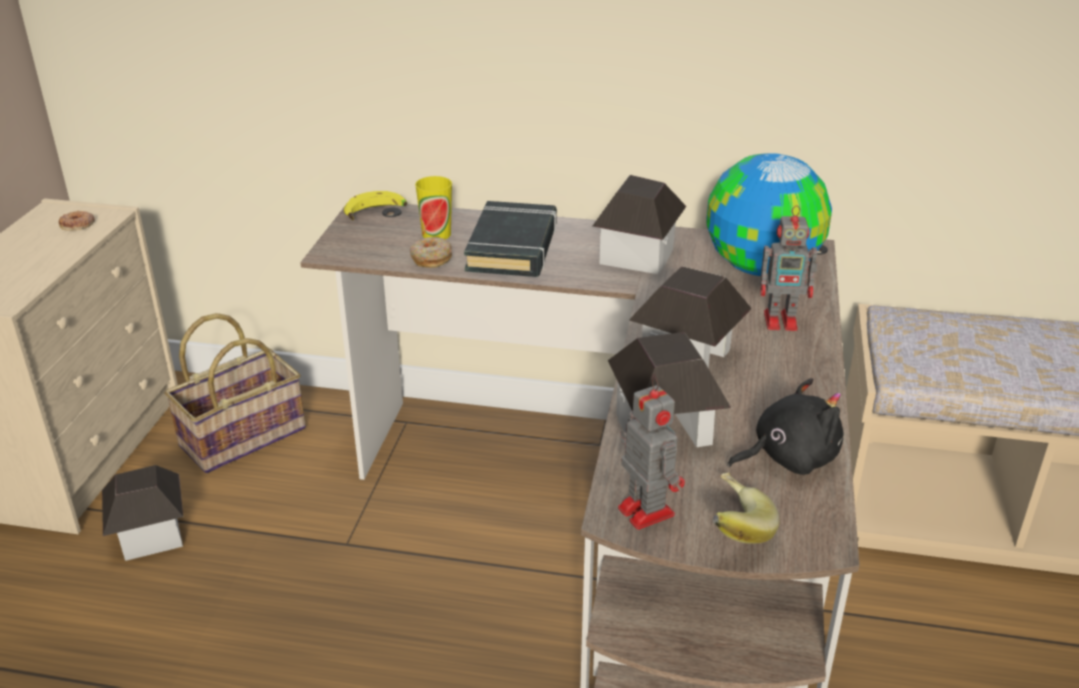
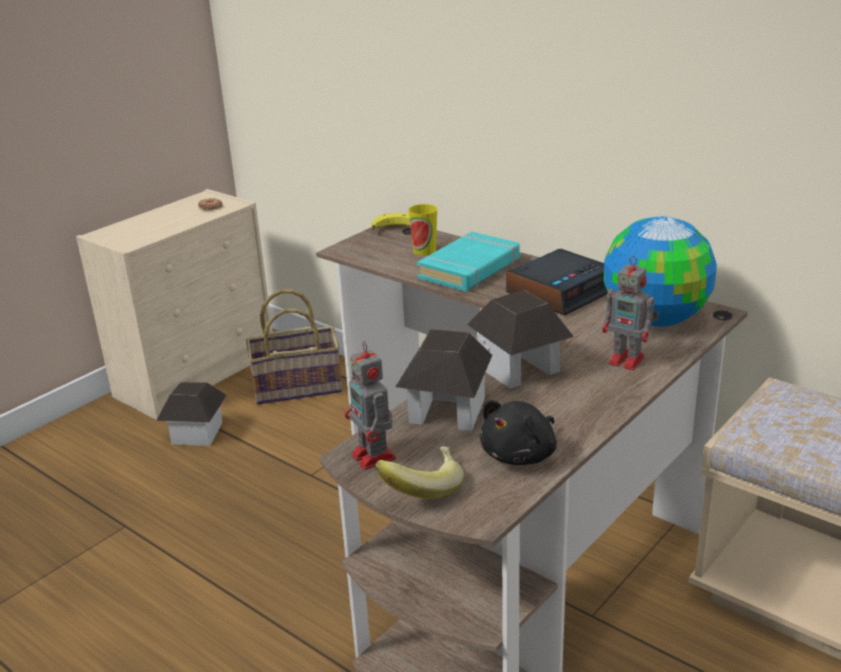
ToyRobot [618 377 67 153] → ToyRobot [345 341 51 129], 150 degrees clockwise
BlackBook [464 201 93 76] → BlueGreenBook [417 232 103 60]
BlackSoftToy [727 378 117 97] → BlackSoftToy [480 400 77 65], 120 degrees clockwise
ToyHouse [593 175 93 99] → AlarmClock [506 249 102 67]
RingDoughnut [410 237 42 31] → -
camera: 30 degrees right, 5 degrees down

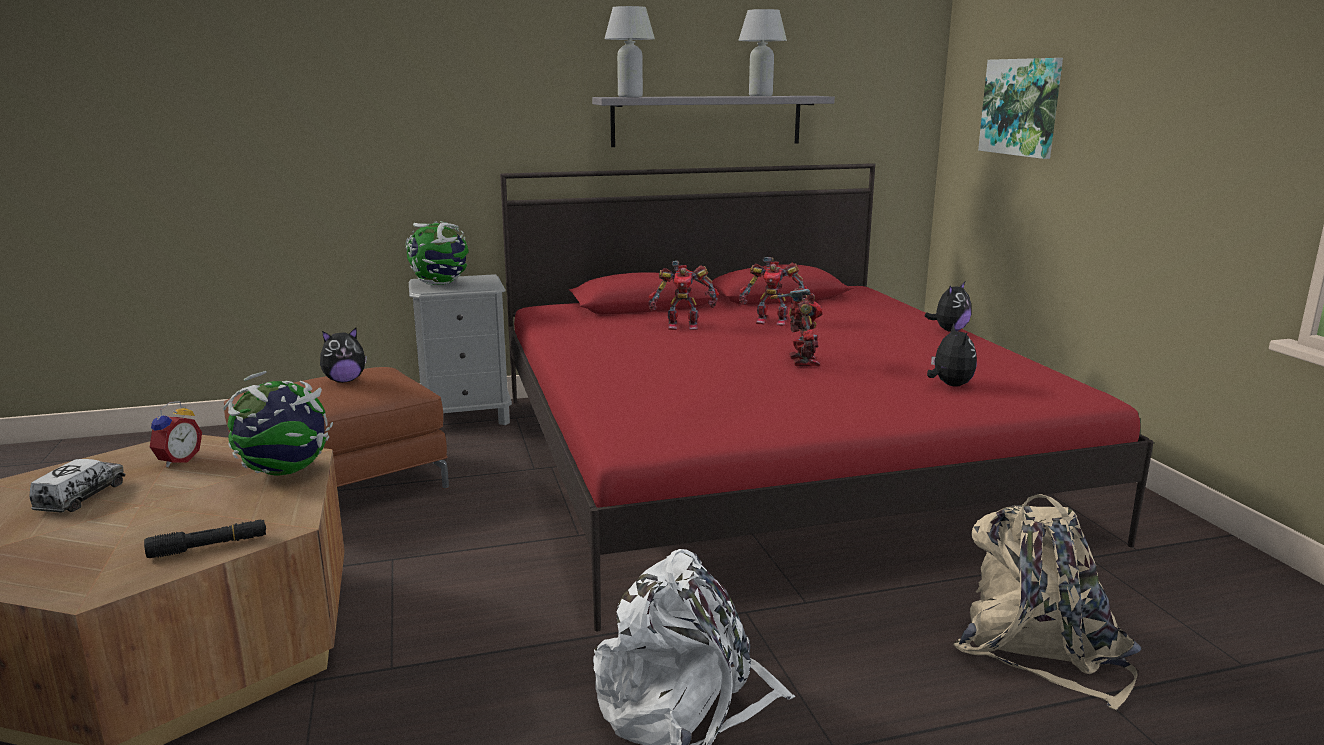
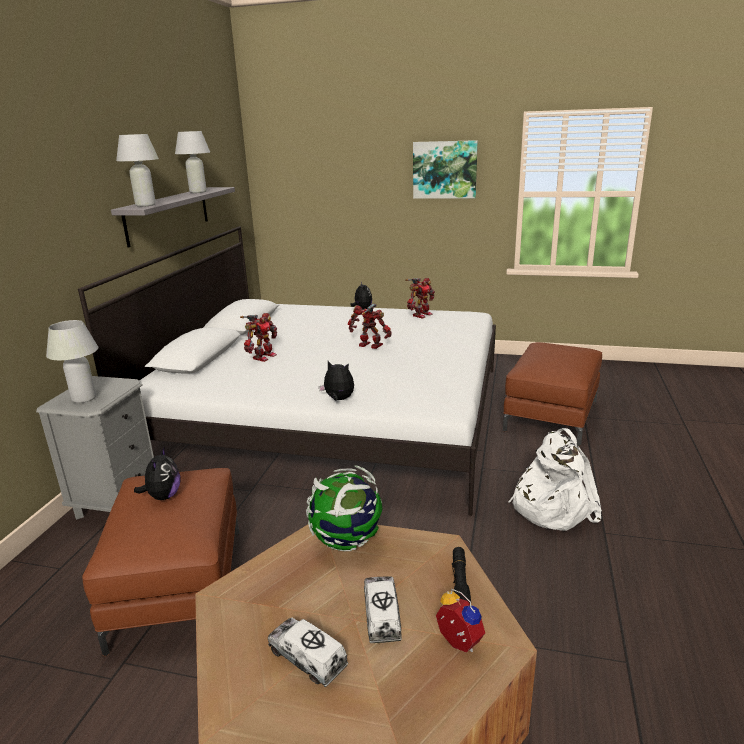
Globe [406 221 63 64] → WhitishTabletopLamp [46 320 52 83]
RedColouredSleepingBed [500 163 654 469] → WhitishSleepingBed [78 226 418 290]
SoftToy [927 323 50 64] → SoftToy [319 361 35 40], move
- → ModelTruck [364 577 38 66]
ToyRobot [739 257 69 69] → ToyRobot [406 278 29 41], move
WallPicture [978 58 85 101] → WallPicture [413 140 65 59], move
AlarmClock [150 401 52 66] → AlarmClock [436 588 49 65], move
SandColouredRucksack [953 494 188 216] → BrownishFootrest [503 342 99 104]
camera: 60 degrees left, 5 degrees up

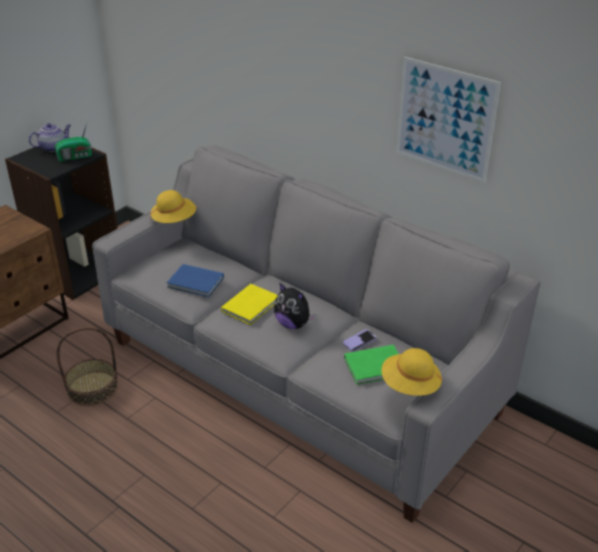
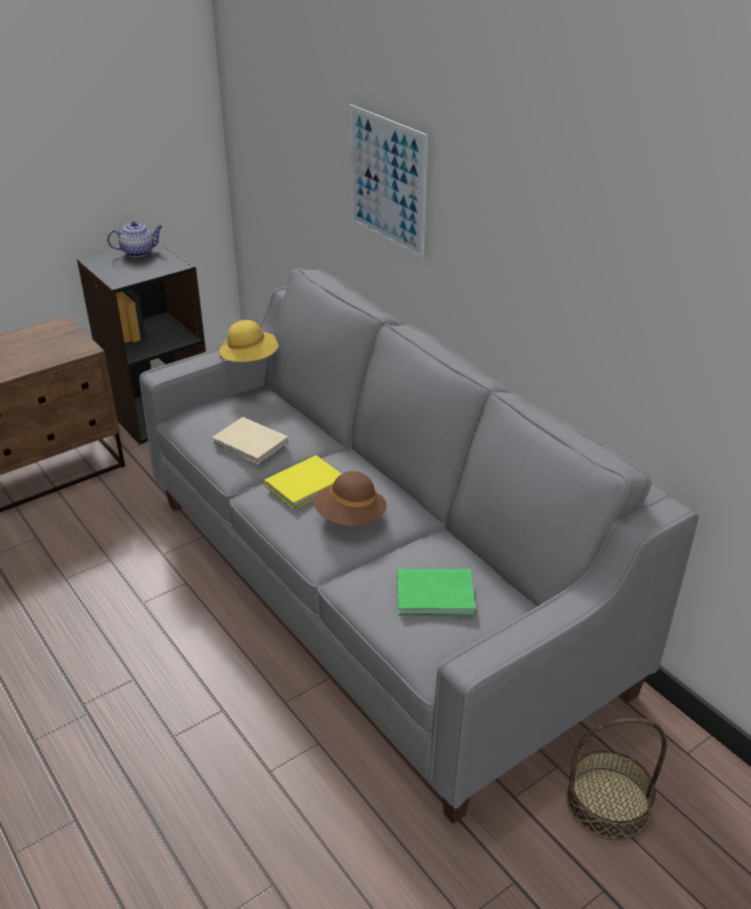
BluishBook [167 264 57 33] → SandColouredBook [212 417 76 48]
SoftToy [274 283 42 46] → BrownishClothingHat [313 471 74 55]
WallPicture [396 57 105 126] → WallPicture [349 104 79 156], move
HouseholdBasket [57 327 61 79] → HouseholdBasket [566 717 101 123], move
RadioSet [55 123 37 38] → -
Telephone [343 329 34 23] → -
YellowColouredClothingHat [381 348 61 48] → -
camera: 15 degrees right, 0 degrees up

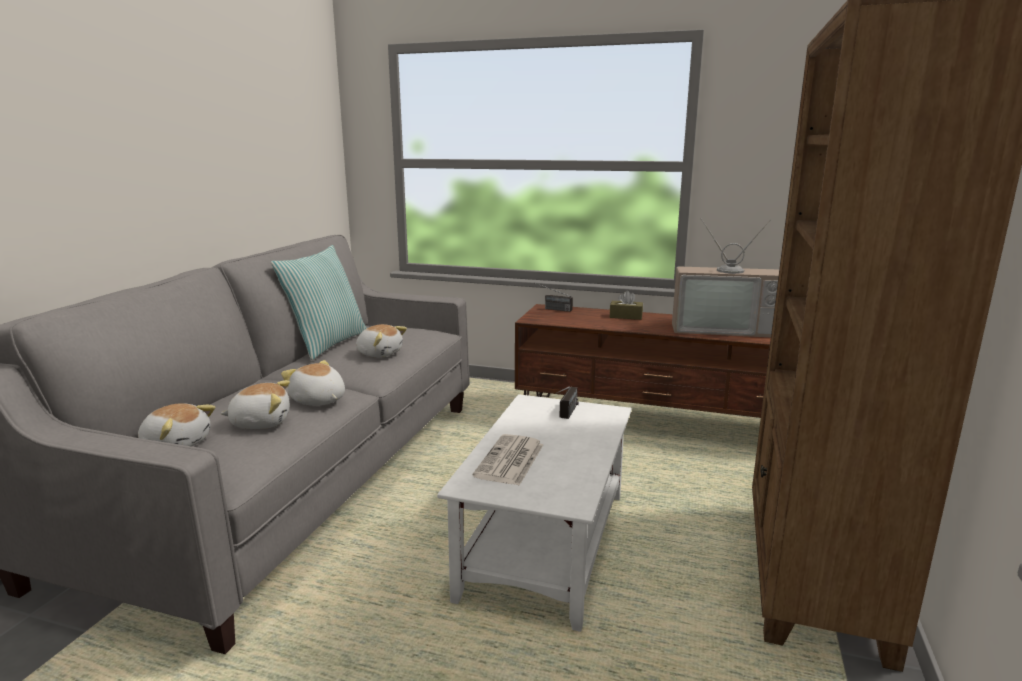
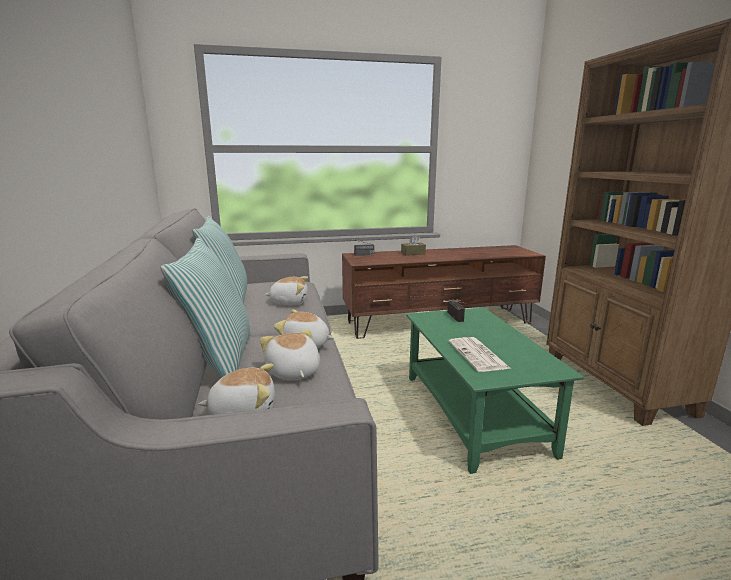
- → ThrowPillow [161 238 90 140]
SoftToy [220 380 70 49] → SoftToy [260 329 60 51], 75 degrees counterclockwise
WhitishCoffeeTable [437 394 195 238] → GreenColouredCoffeeTable [406 308 178 166]
Tv [672 218 107 119] → -
camera: 30 degrees left, 0 degrees up

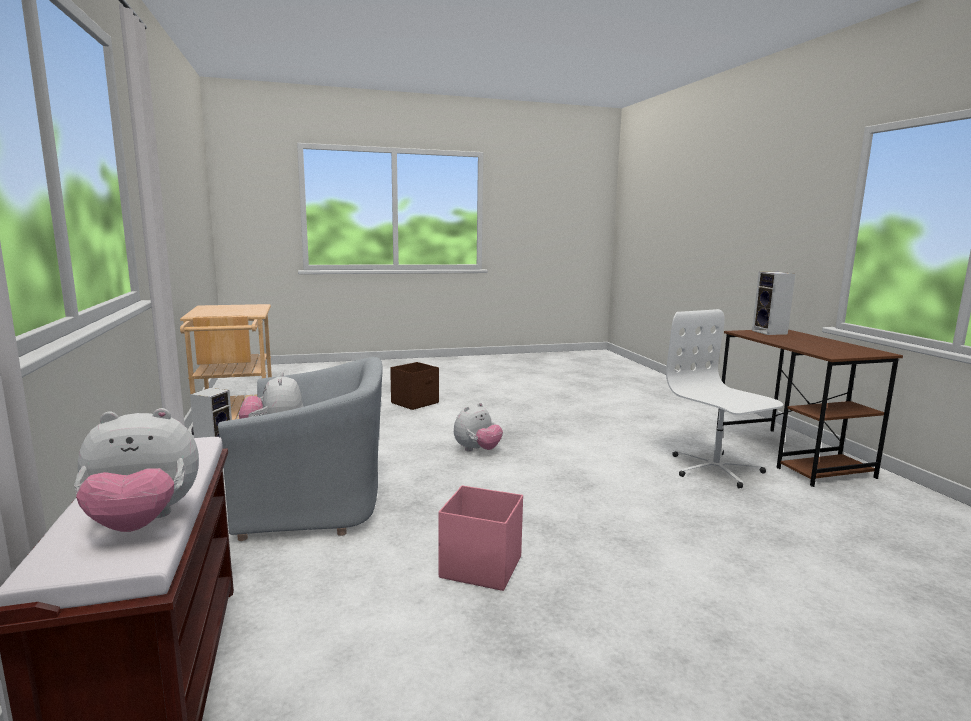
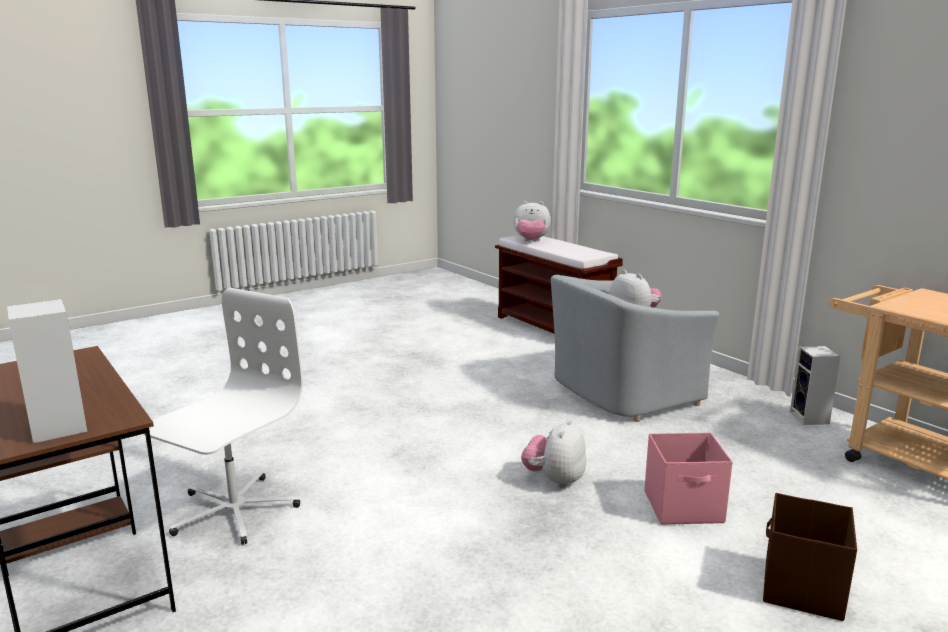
WhitishDeskChair [666 309 117 179] → WhitishDeskChair [144 288 159 257], 105 degrees counterclockwise
SoftToy [74 408 125 124] → SoftToy [513 201 38 40], 135 degrees counterclockwise
PinkColouredStorageBin [439 485 84 106] → PinkColouredStorageBin [645 432 88 93], move
camera: 160 degrees right, 5 degrees up

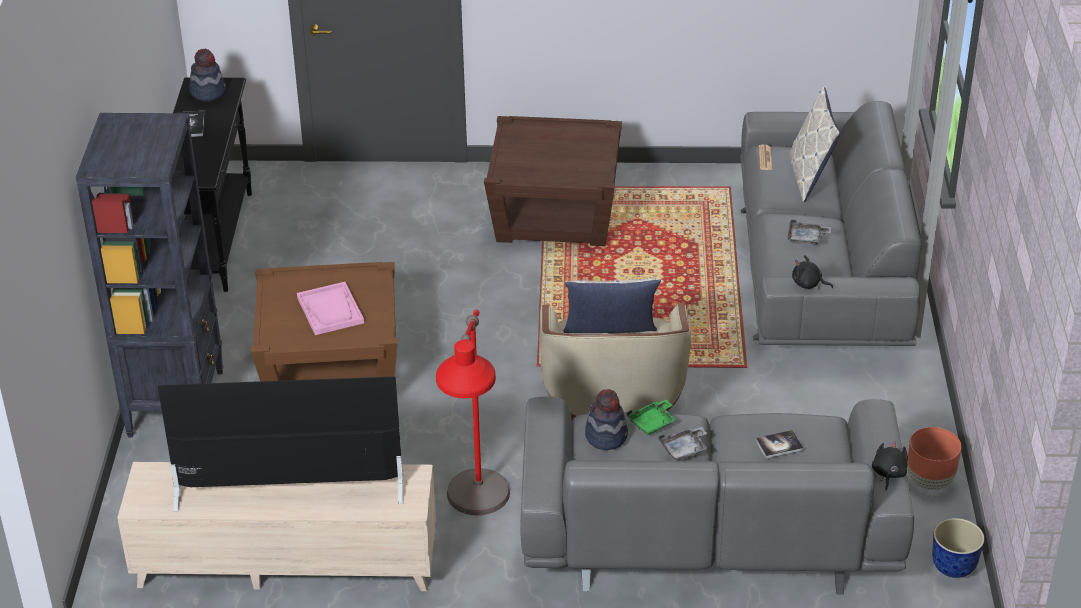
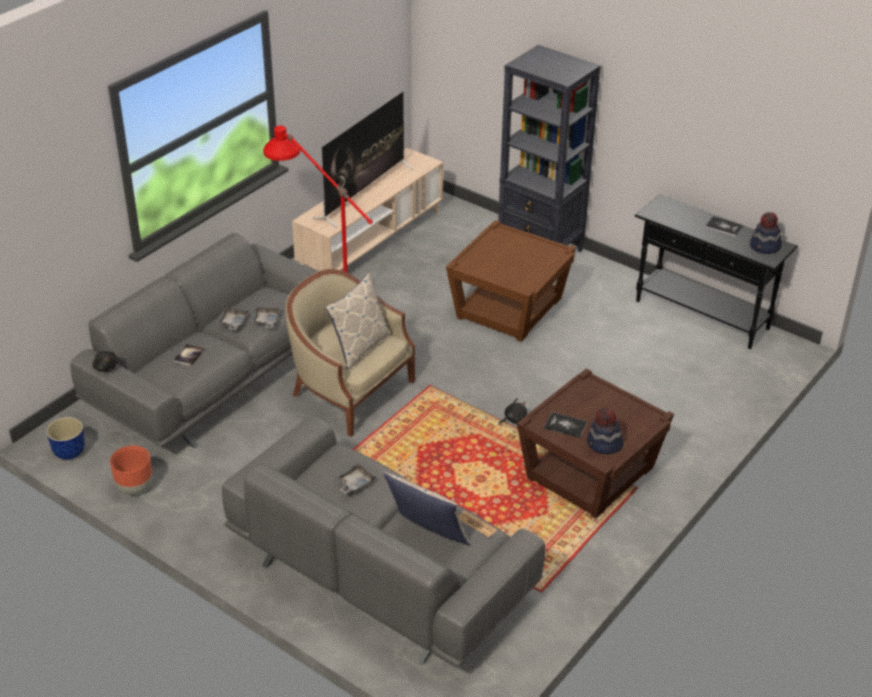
GreenColouredTray [627 399 50 36] → GrayTray [252 307 27 21]
BlackSoftToy [792 255 41 35] → BlackSoftToy [498 398 29 27], move
- → Book [544 412 43 26]
ClothingHat [585 389 43 61] → ClothingHat [587 408 36 46], move
PinkColouredTray [297 282 67 53] → -
camera: 125 degrees right, 0 degrees up

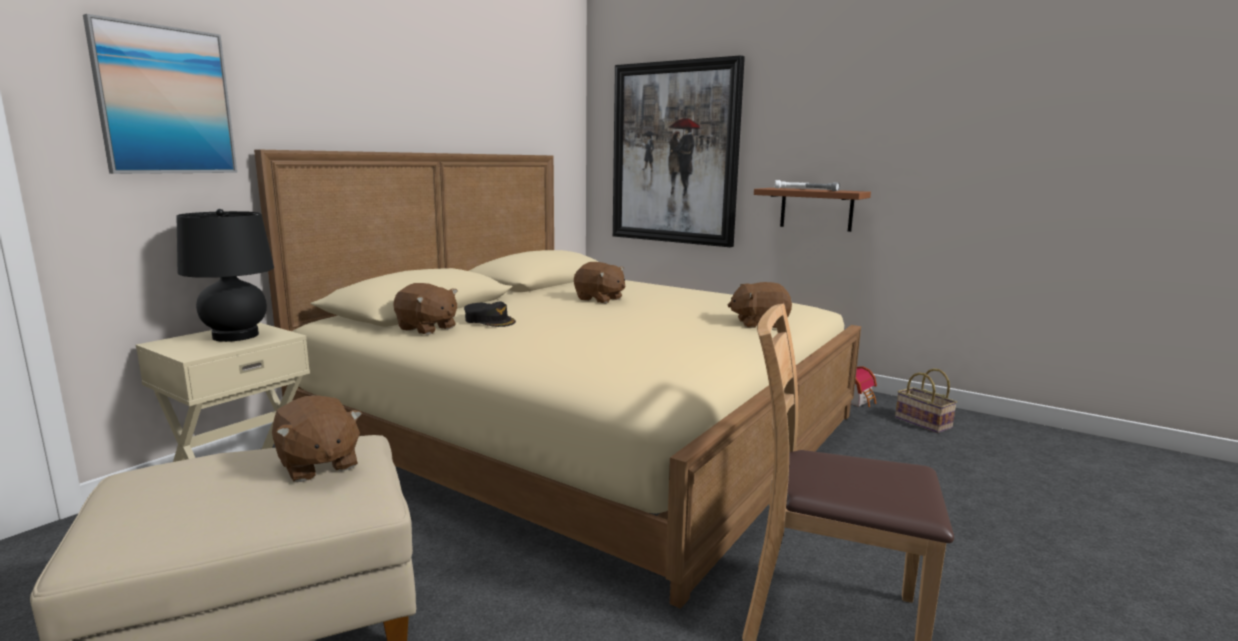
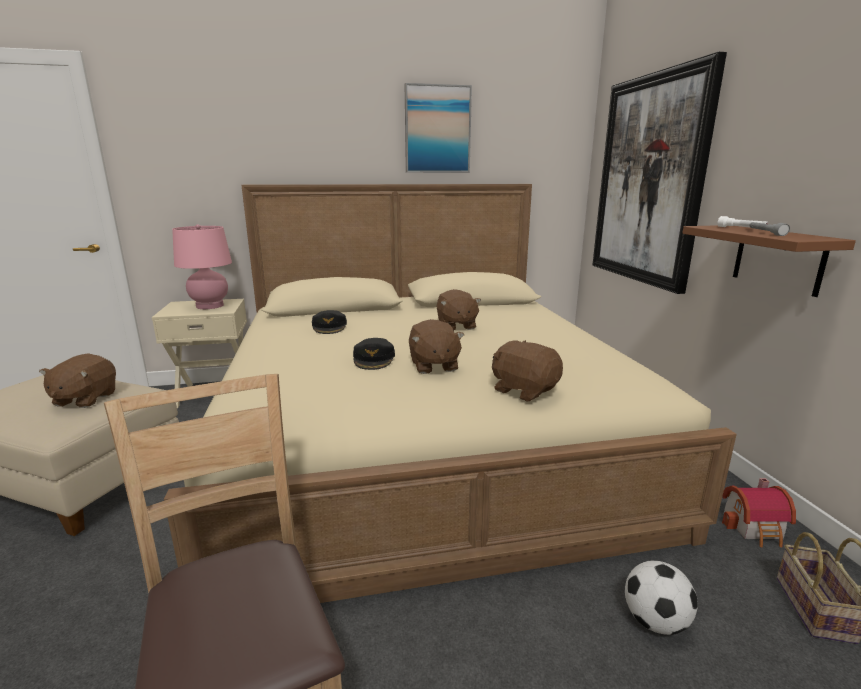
BlackTabletopLamp [176 209 98 133] → PinkColouredTabletopLamp [172 224 60 85]
- → BlackPeakedCap [353 338 42 32]
WallPicture [83 14 154 160] → WallPicture [404 83 68 90], move
BrownishSoftToy [393 283 65 52] → BrownishSoftToy [409 319 55 55], move
- → Football [625 561 73 74]
camera: 45 degrees right, 5 degrees up

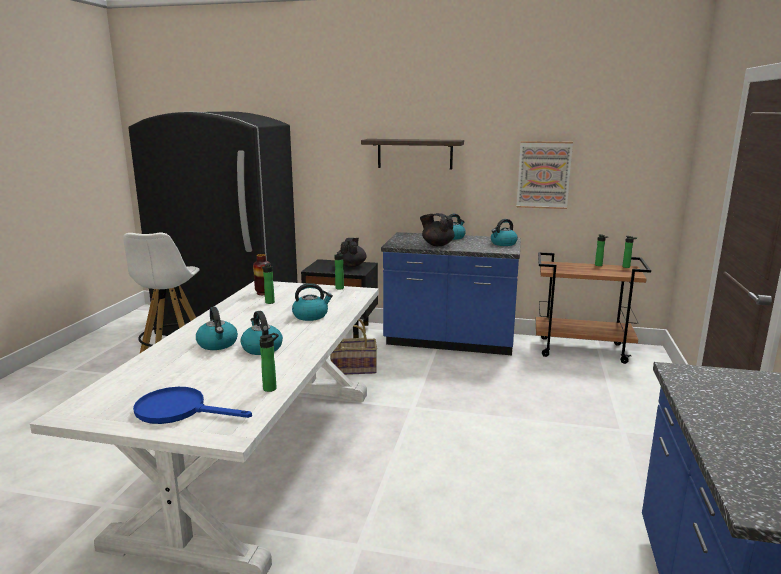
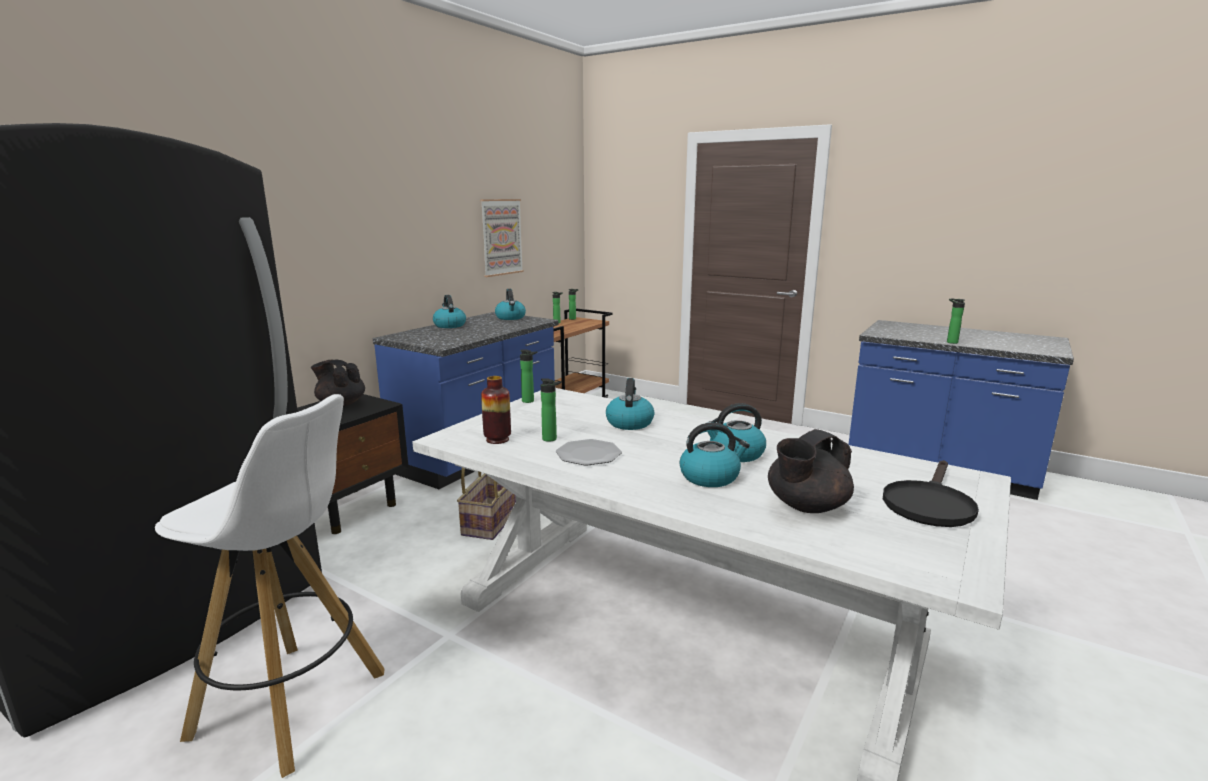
- → FlatDish [556 439 66 27]
BlackTeapot [420 213 35 33] → BlackTeapot [768 429 86 84], move
BluishFryingPan [133 387 119 37] → BlackFryingPan [883 460 96 67]
Bottle [260 333 19 59] → Bottle [947 298 18 46], move
BracketShelf [361 139 103 31] → -
camera: 70 degrees left, 0 degrees up

